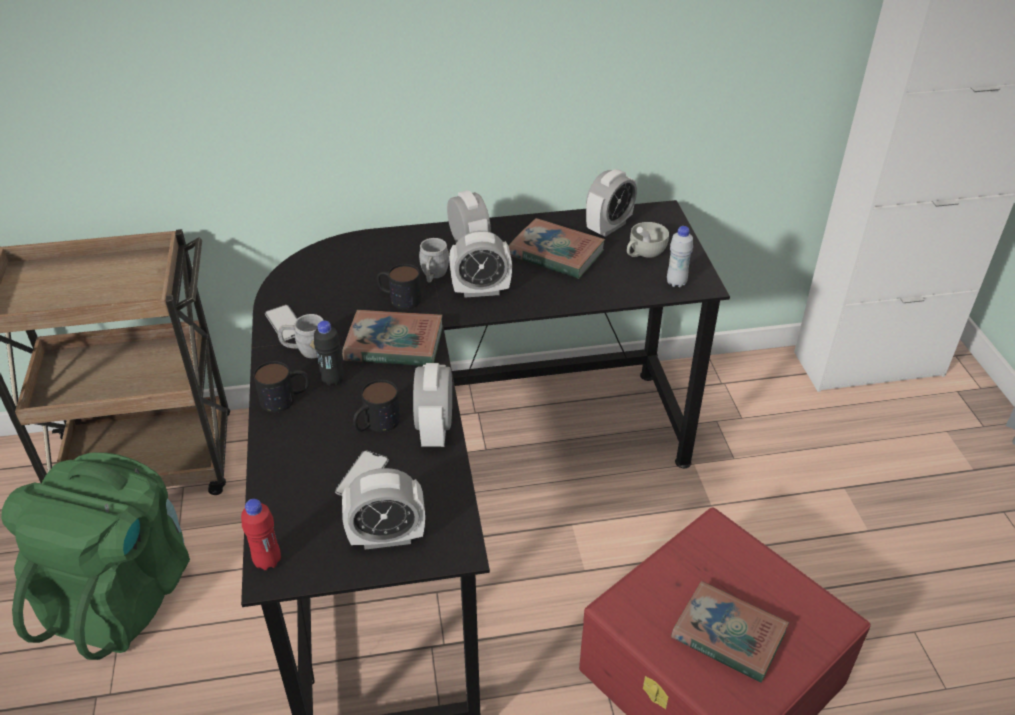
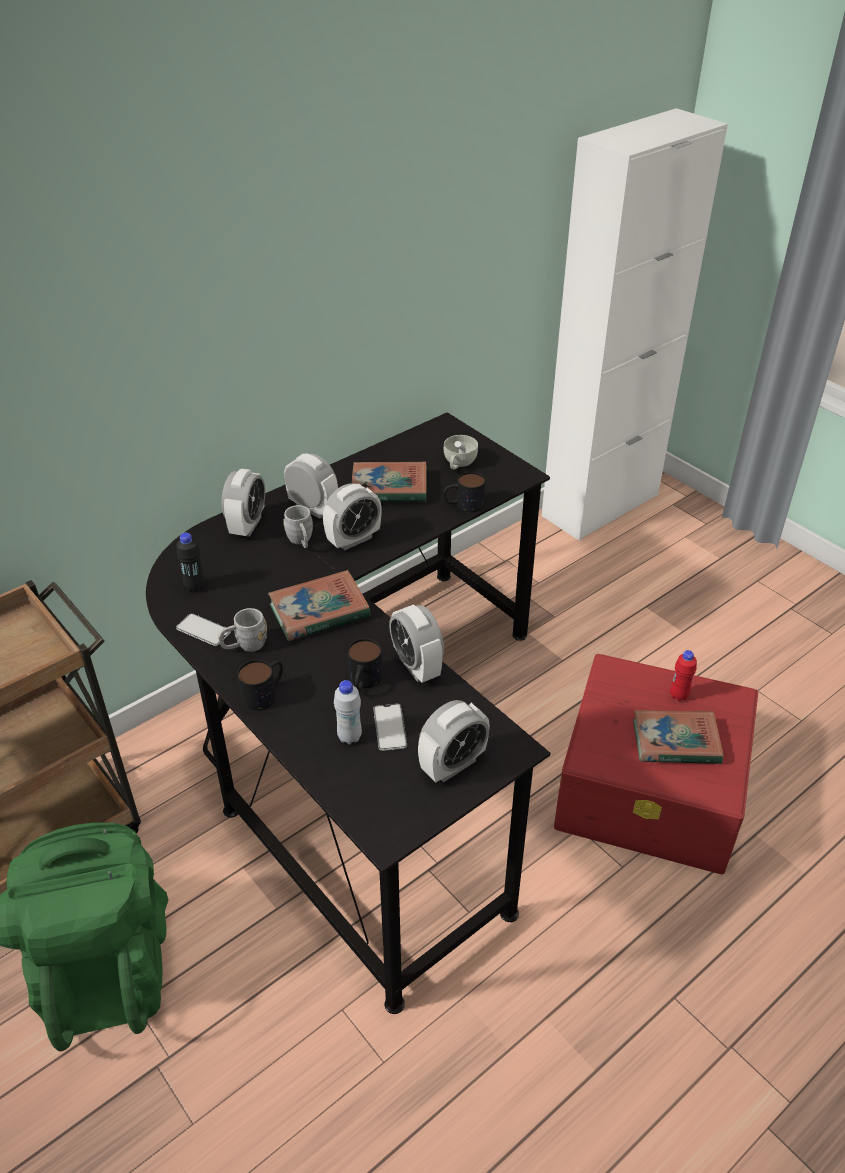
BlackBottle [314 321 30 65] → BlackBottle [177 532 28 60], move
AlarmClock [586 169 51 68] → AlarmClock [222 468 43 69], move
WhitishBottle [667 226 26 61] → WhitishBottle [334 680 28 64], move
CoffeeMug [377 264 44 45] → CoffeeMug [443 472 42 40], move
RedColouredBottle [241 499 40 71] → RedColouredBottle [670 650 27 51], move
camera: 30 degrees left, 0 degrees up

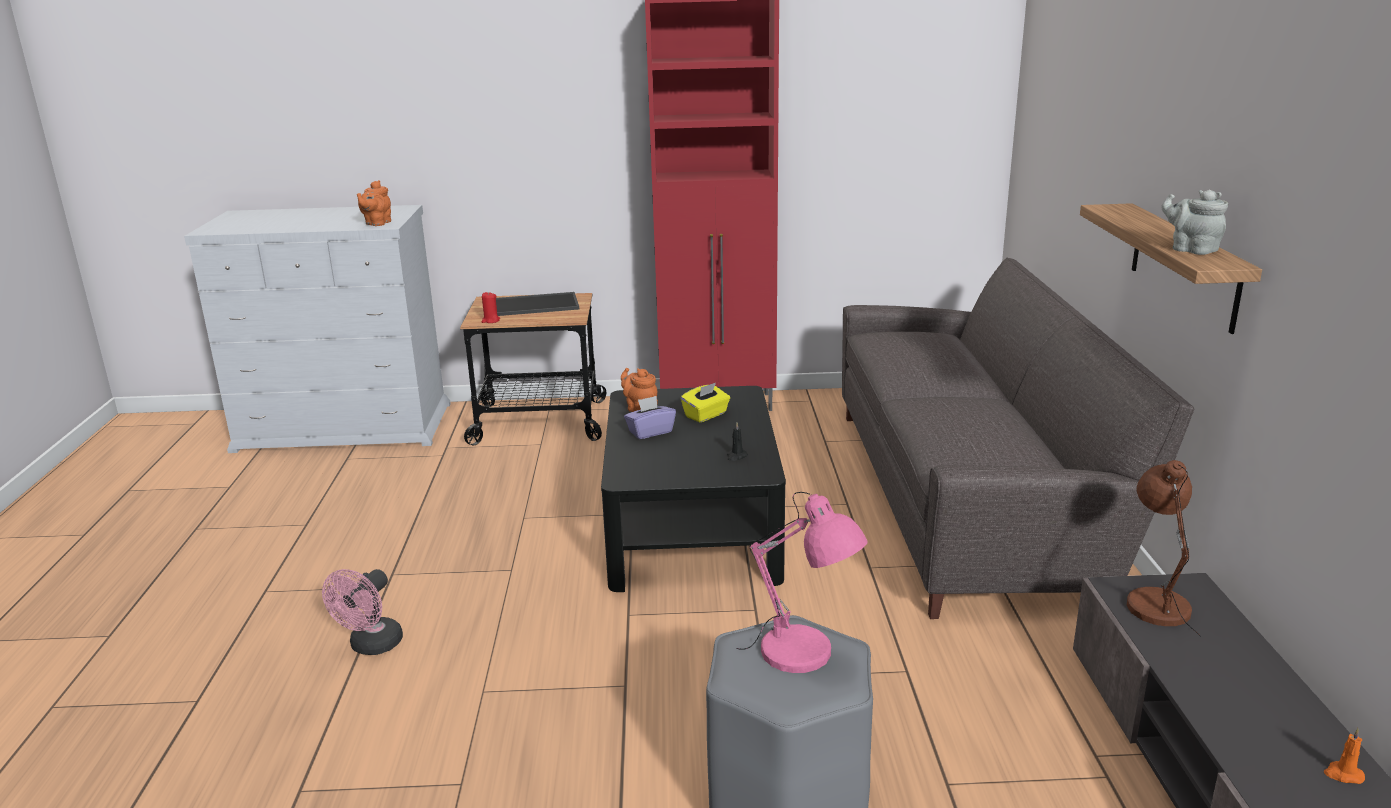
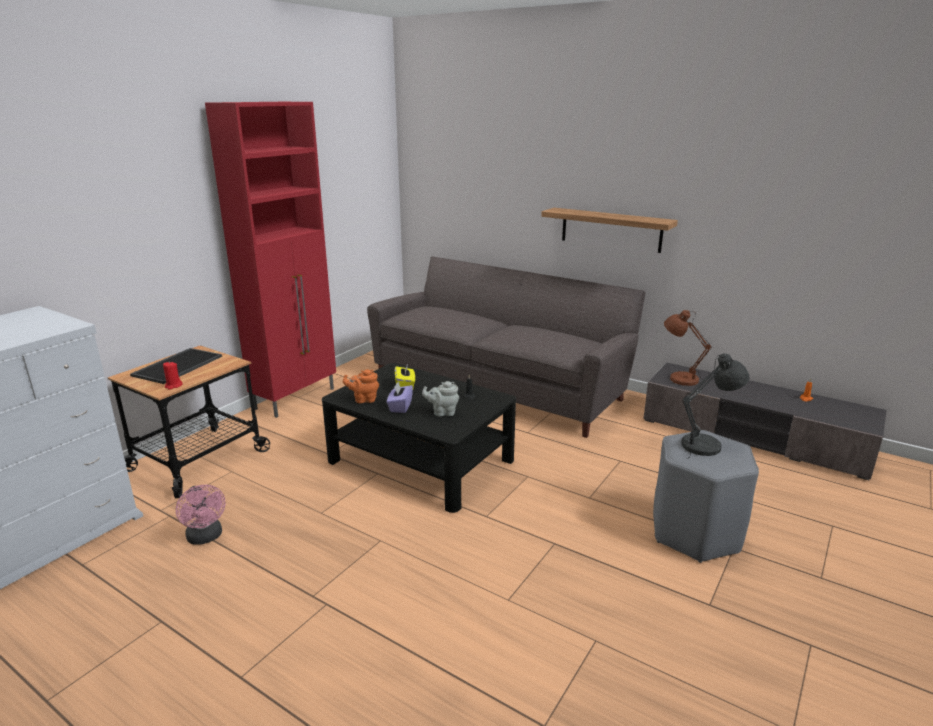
PinkColouredFan [322 569 81 86] → PinkColouredFan [176 485 49 60], move
GrayTeapot [1161 190 67 65] → GrayTeapot [422 381 37 35], move
PinkColouredTabletopLamp [736 492 131 181] → GrayTabletopLamp [681 353 69 106]
OrangeyTeapot [357 180 34 46] → -
camera: 55 degrees left, 0 degrees up

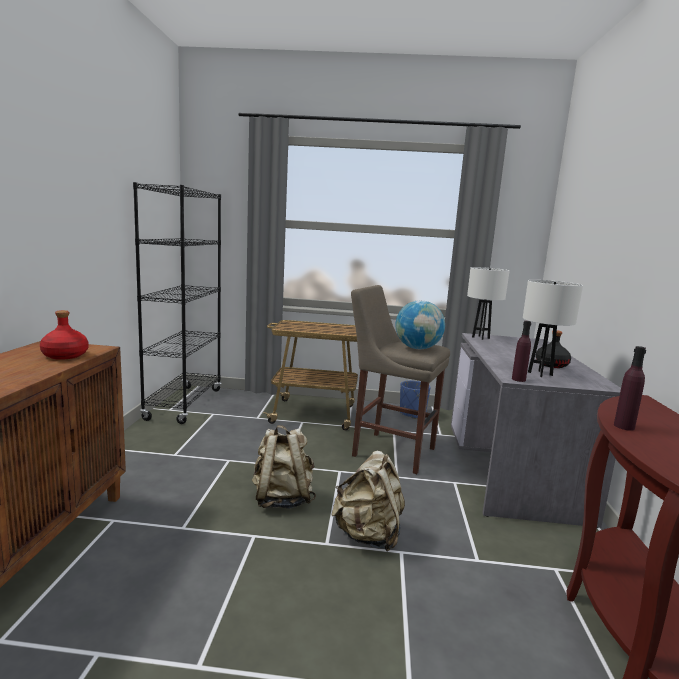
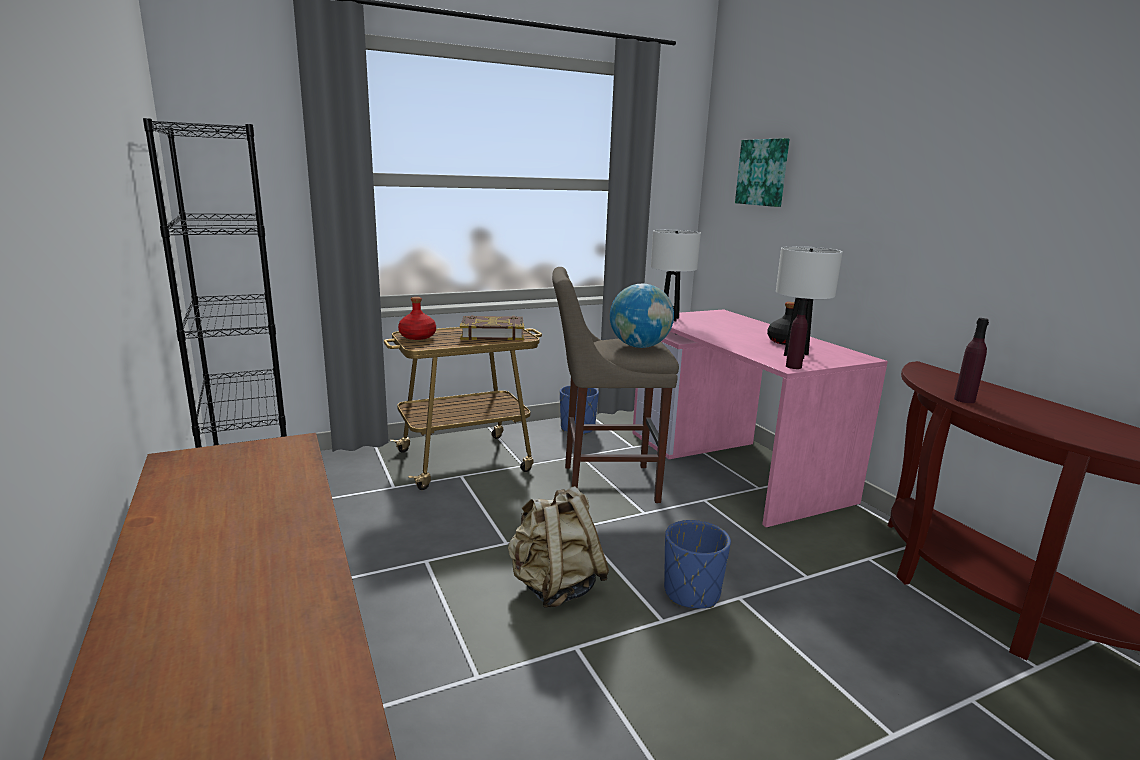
RedColouredBottle [40 310 49 49] → RedColouredBottle [398 297 38 43], move
- → Book [460 315 64 25]
GrayDesk [451 333 170 195] → PinkColouredDesk [632 309 256 219]
SandColouredRucksack [331 451 74 100] → BluishPlanter [664 520 67 89]
- → WallPicture [735 138 55 69]
camera: 30 degrees left, 5 degrees up

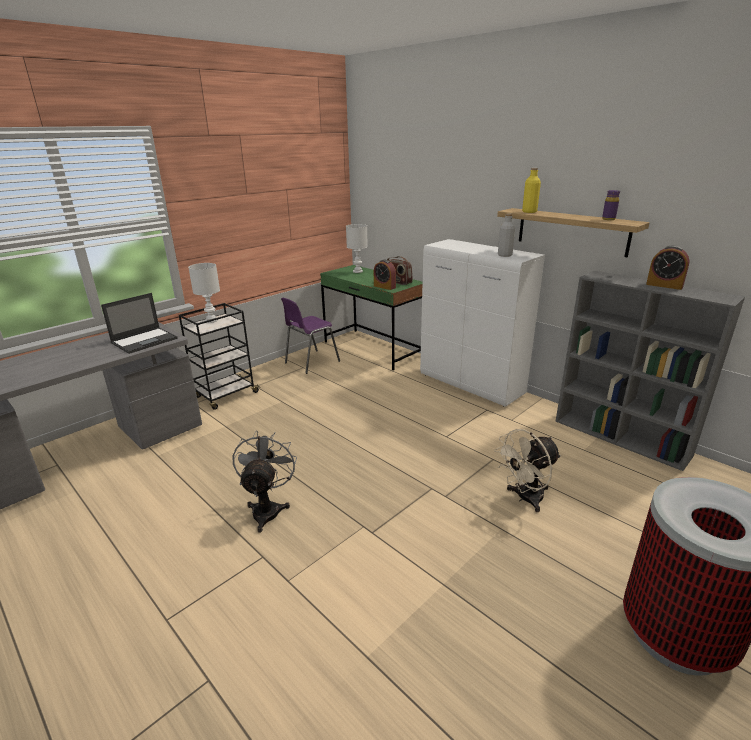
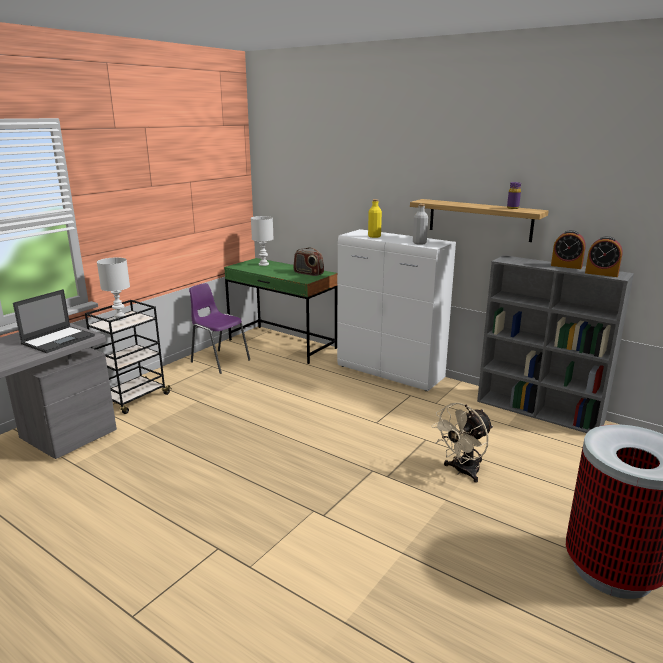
PurplishChair [281 298 59 76] → PurplishChair [189 283 61 91], 90 degrees clockwise
YellowColouredBottle [522 168 19 45] → YellowColouredBottle [368 199 14 39], move
AlarmClock [374 260 22 30] → AlarmClock [585 236 38 41], move
GrayFan [232 430 65 103] → -
camera: 10 degrees left, 5 degrees down

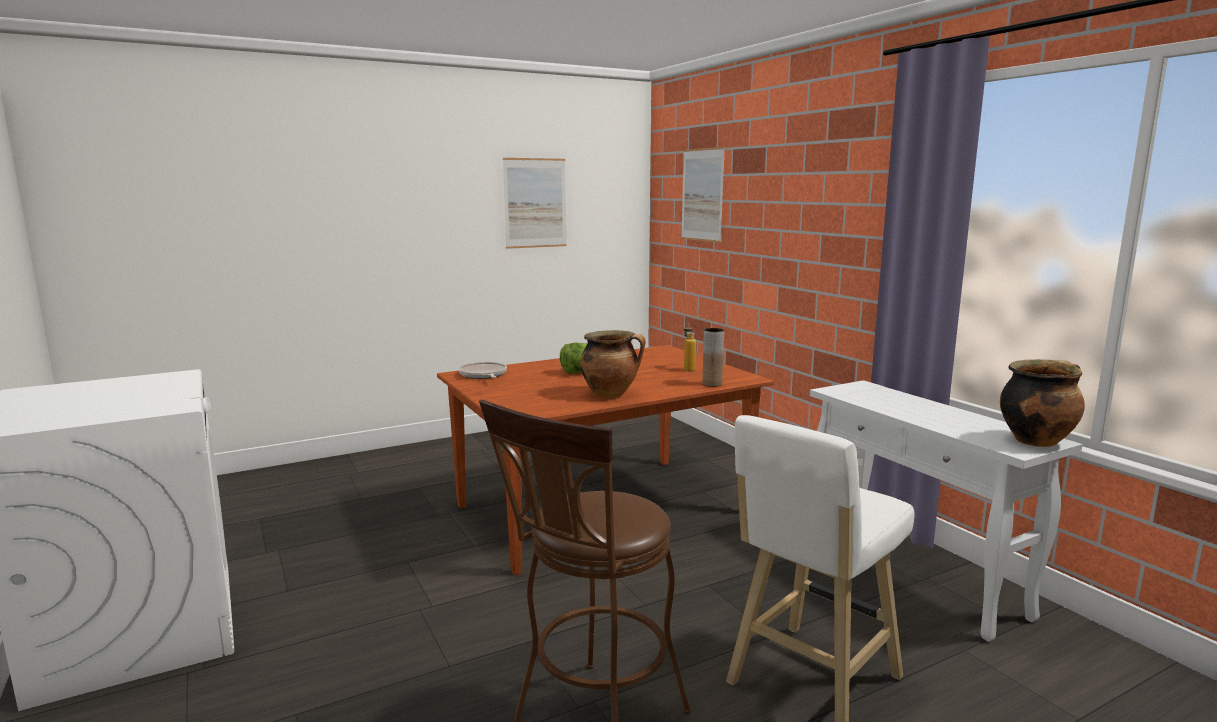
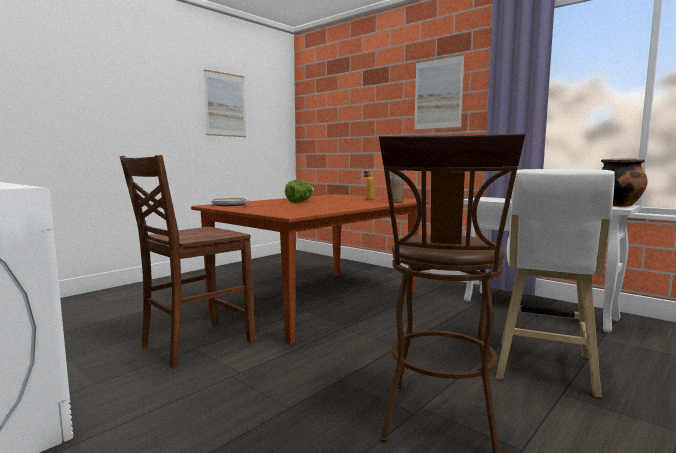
- → BrownishChair [120 155 135 213]
WallPicture [681 147 44 96] → WallPicture [414 53 50 78], move
Stockpot [580 330 66 68] → -
camera: 20 degrees left, 5 degrees down

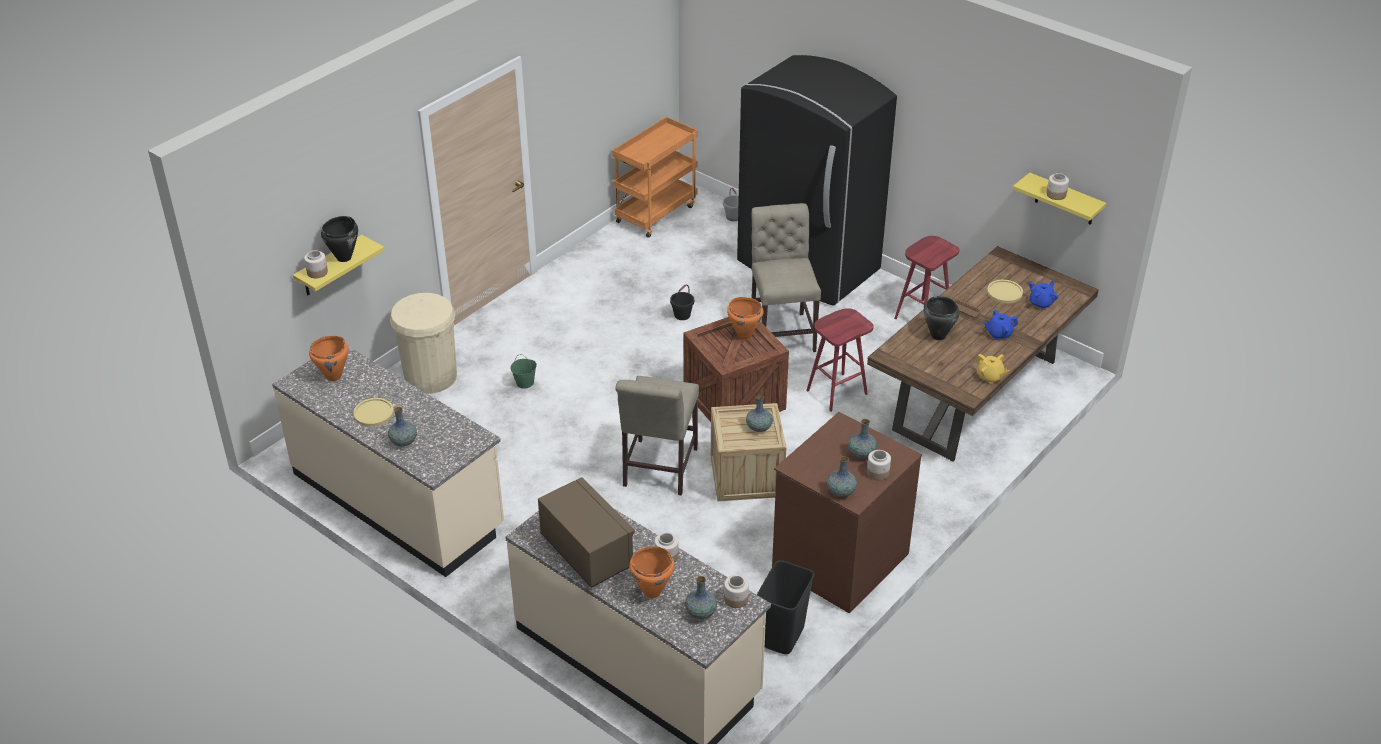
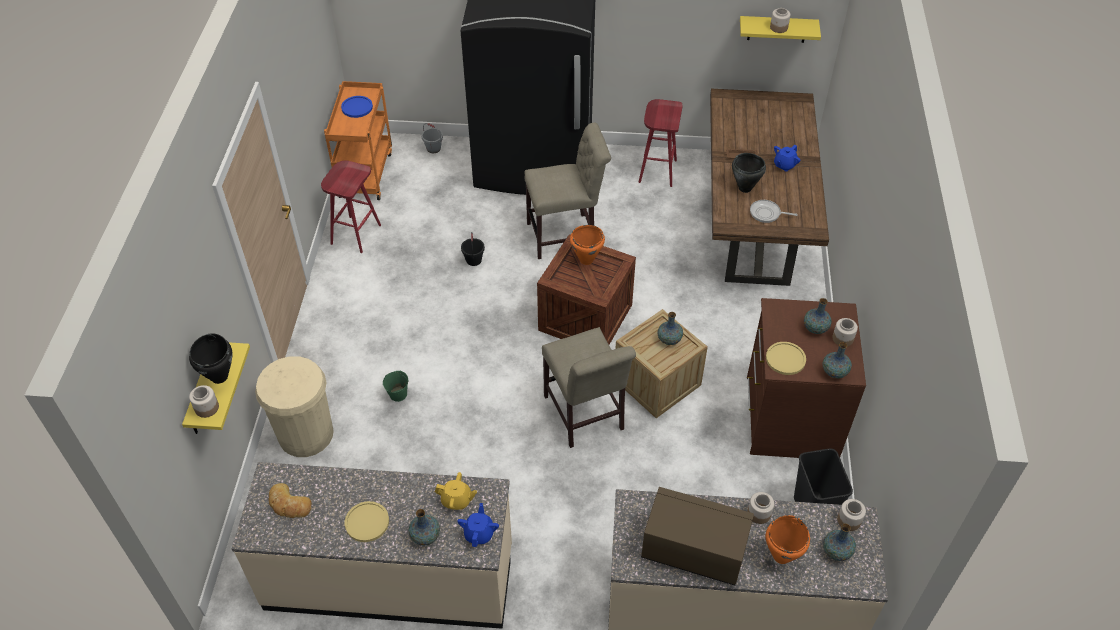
OrangeyStockpot [309 336 40 45] → Bread [269 483 42 35]
RedColouredStoolSeat [806 308 68 104] → RedColouredStoolSeat [321 161 60 92], move
- → BluishFlatDish [341 96 32 22]
YellowColouredTeapot [975 354 34 30] → YellowColouredTeapot [435 472 42 38], move
BluishTeapot [1029 281 30 29] → BluishTeapot [457 503 42 44], move
SandColouredChair [751 203 70 149] → SandColouredChair [524 123 87 136], 120 degrees clockwise
- → FryingPan [750 200 48 23]
YellowColouredFlatDish [987 280 36 23] → YellowColouredFlatDish [766 342 40 33], move
camera: 35 degrees left, 10 degrees up

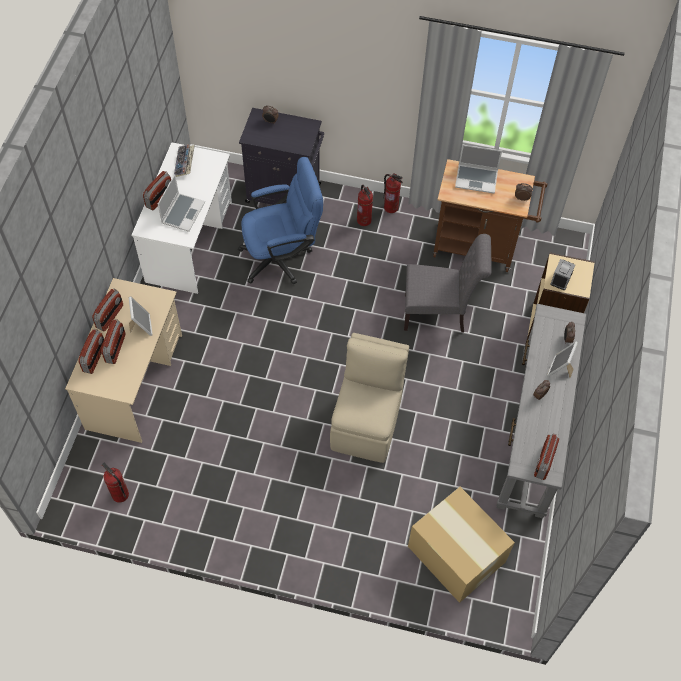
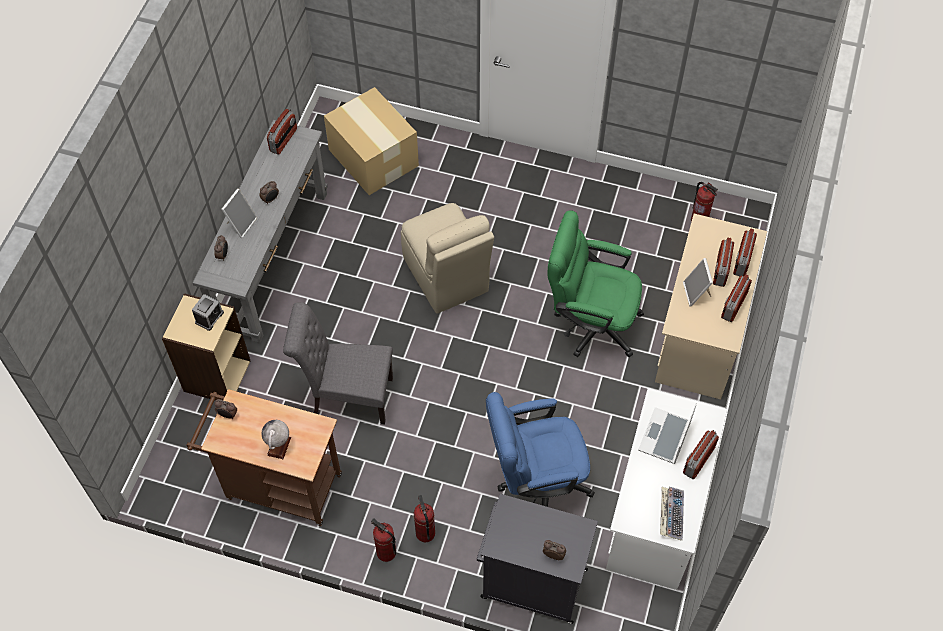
PortableComputer [455 144 47 50] → Globe [262 420 29 39]
SandColouredChair [330 333 79 130] → SandColouredChair [401 203 93 111], 45 degrees counterclockwise
- → GreenColouredDeskChair [547 210 97 147]
camera: 175 degrees left, 0 degrees up

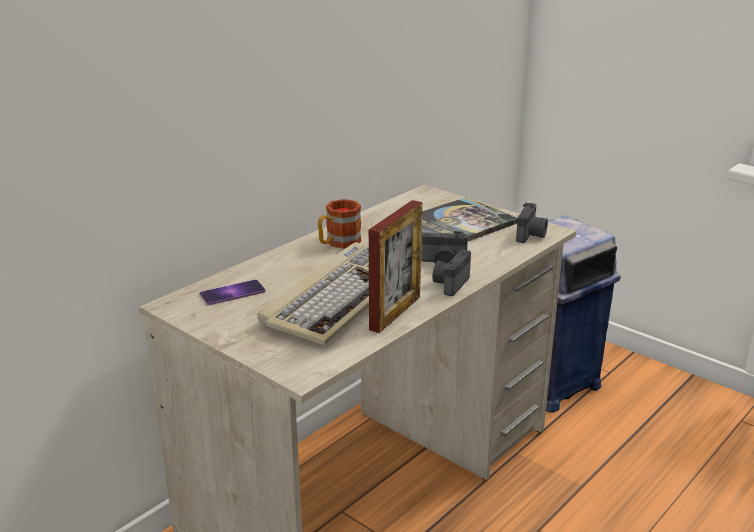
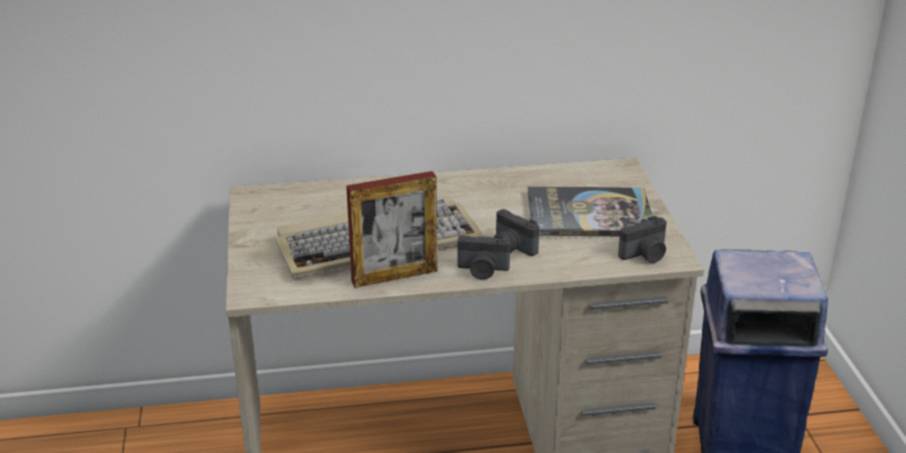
PhotoCamera [432 250 39 46] → PhotoCamera [458 234 52 46], 150 degrees counterclockwise
Telephone [200 279 66 26] → -
CoffeeMug [318 199 43 50] → -
camera: 40 degrees right, 5 degrees up

